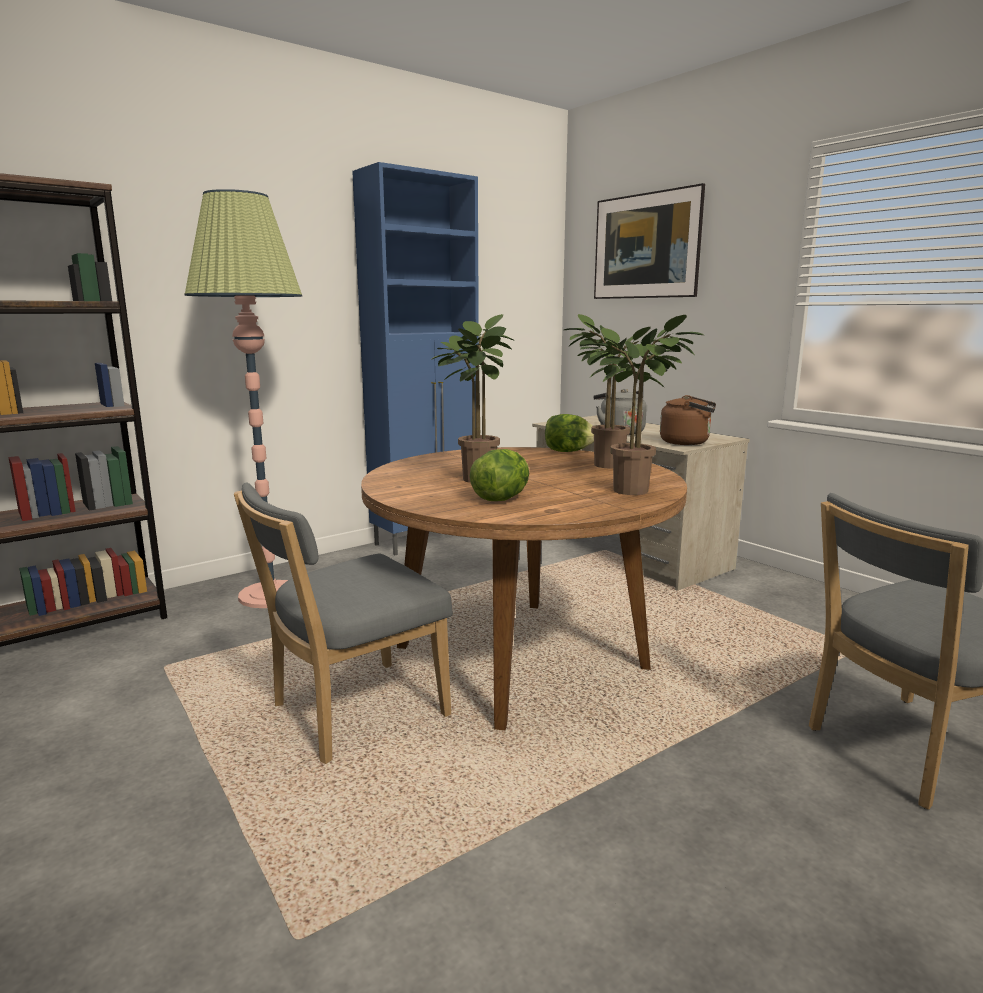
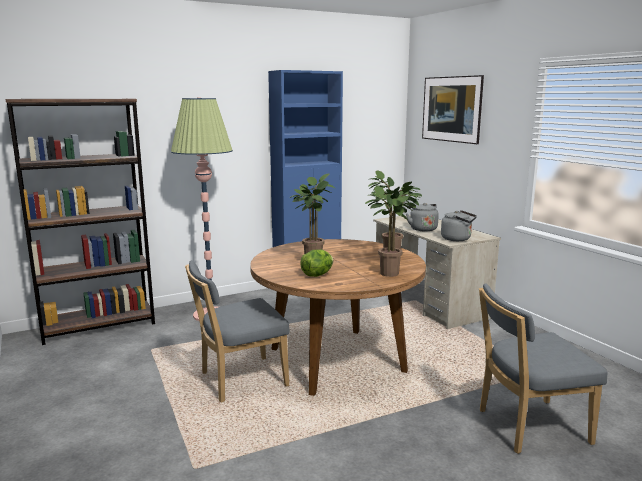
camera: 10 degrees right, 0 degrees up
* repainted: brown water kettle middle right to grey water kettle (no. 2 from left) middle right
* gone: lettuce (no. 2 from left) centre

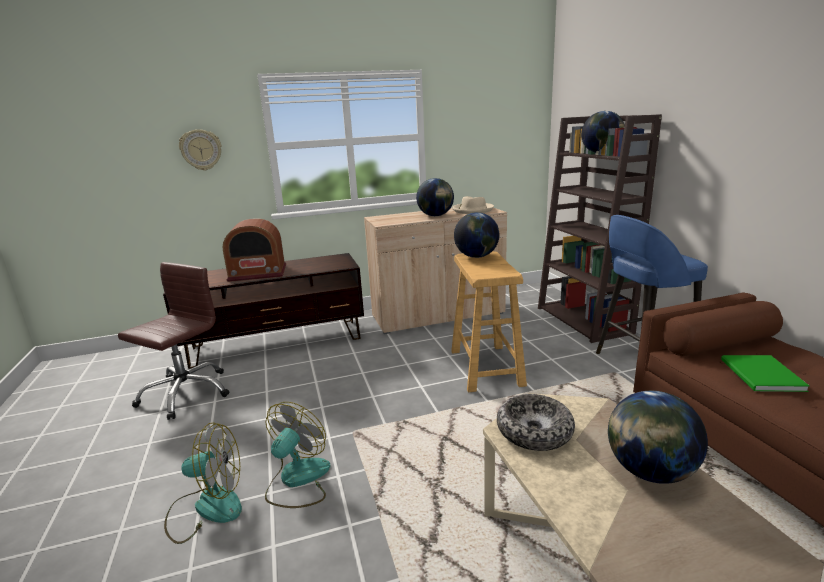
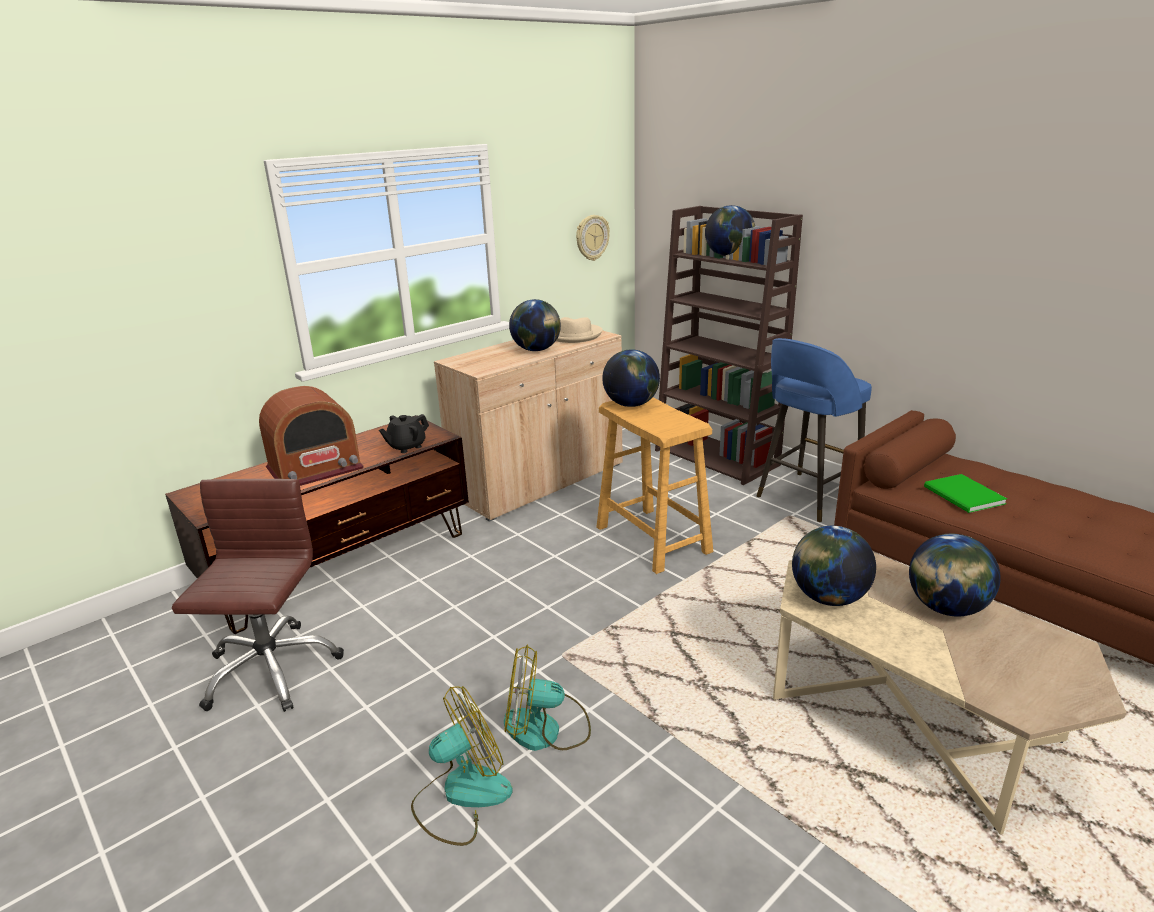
camera: 25 degrees left, 5 degrees up
* new: black-coloured teapot centre
* rotated: electric fan (no. 2 from left) bottom centre = bottom centre 90 degrees counterclockwise
* shifted: clock on the wall top left to top centre
* swapped: deep dish bottom centre to globe (no. 4 from left) middle right

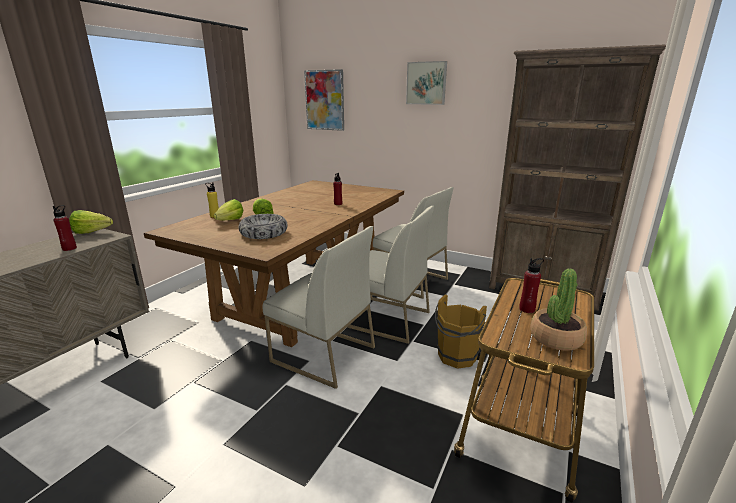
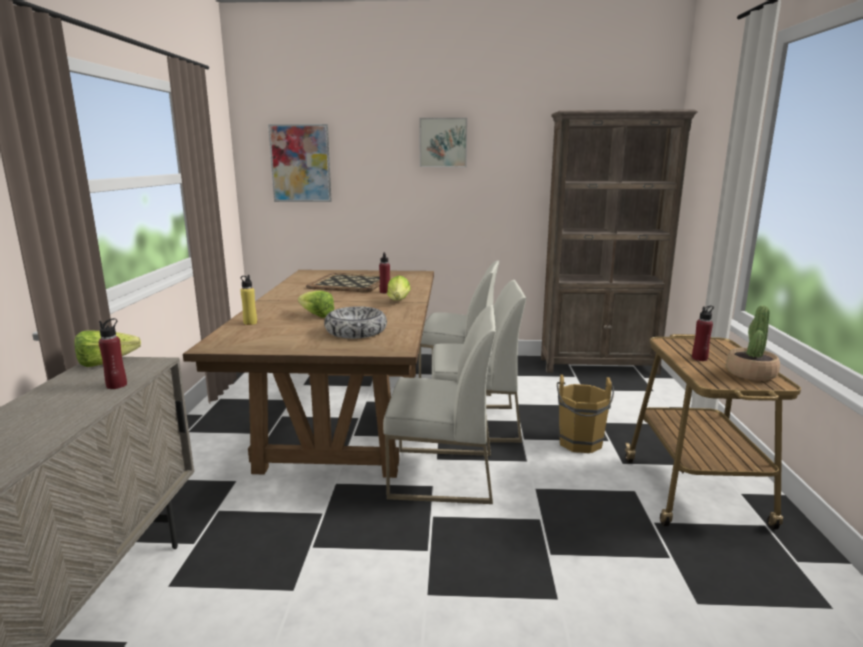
camera: 25 degrees left, 5 degrees down
* new: serving tray centre
* shifted: lettuce (no. 2 from left in the first image) middle left to lettuce (no. 3 from left) centre

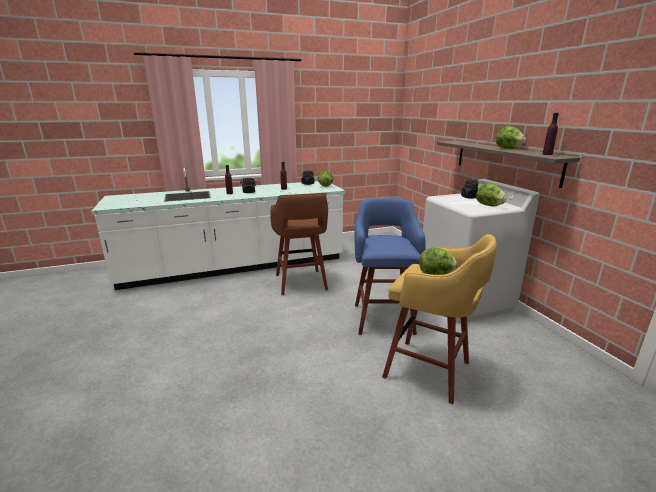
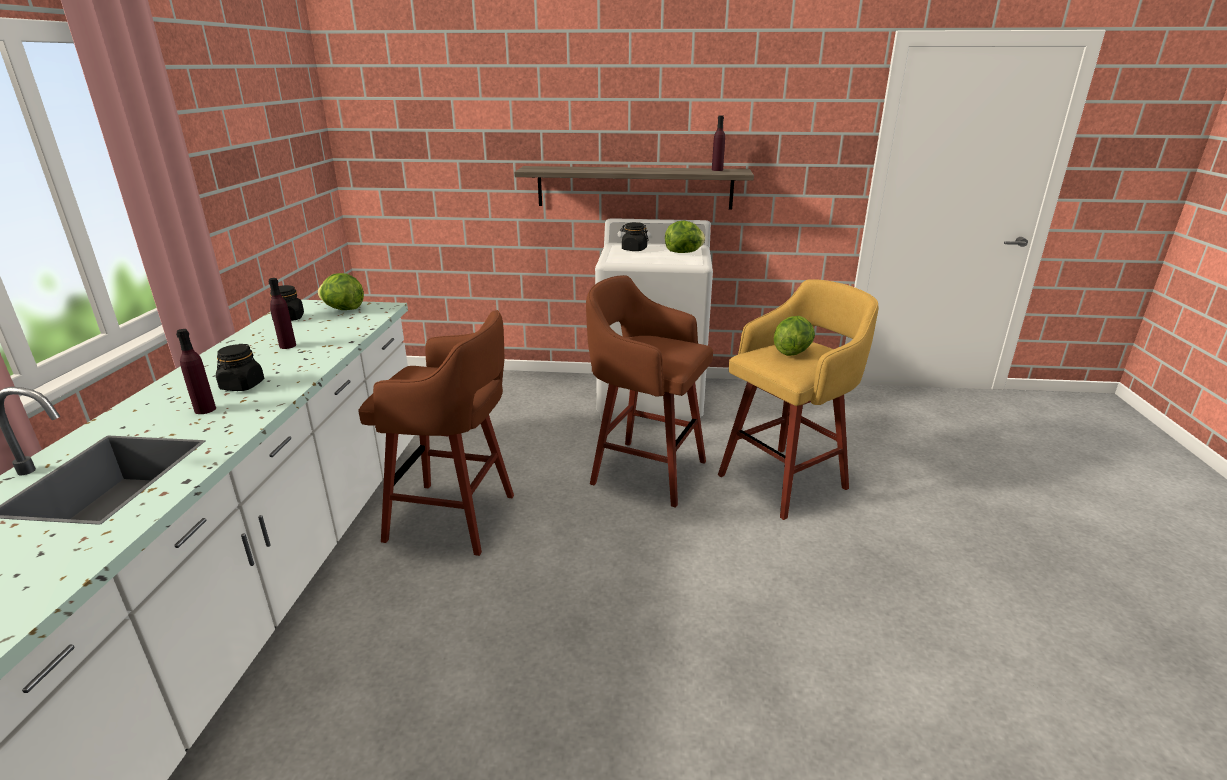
camera: 65 degrees left, 5 degrees up
* repainted: bluish stool centre to brown stool (no. 2 from left) centre
* gone: lettuce (no. 4 from left) top right

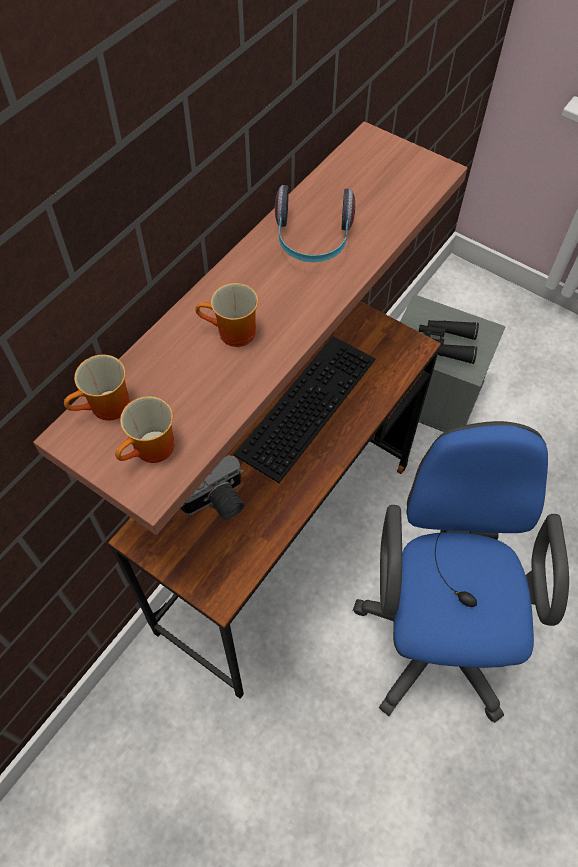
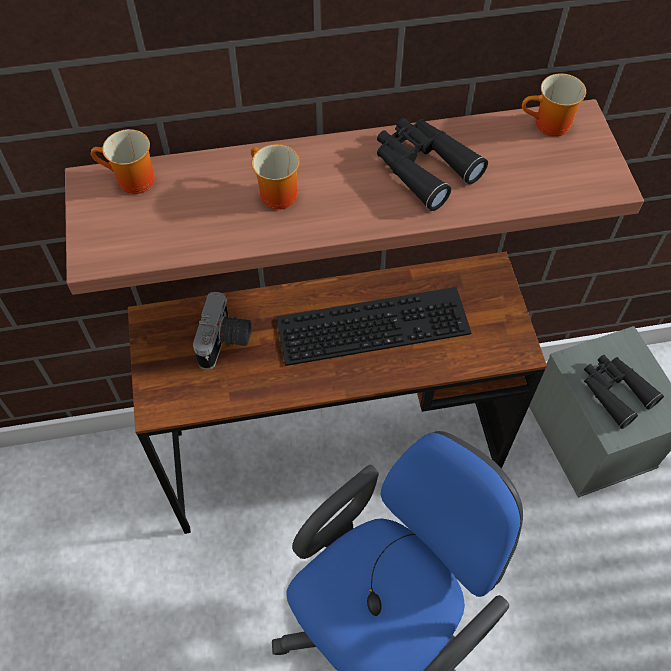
camera: 45 degrees right, 0 degrees up
* rotated: photo camera centre = middle left 90 degrees counterclockwise
* swapped: headset top centre to black-coloured binoculars (no. 1 from left) top centre
* shifted: coffee mug (no. 2 from left in the first image) middle left to coffee mug (no. 3 from left) top right

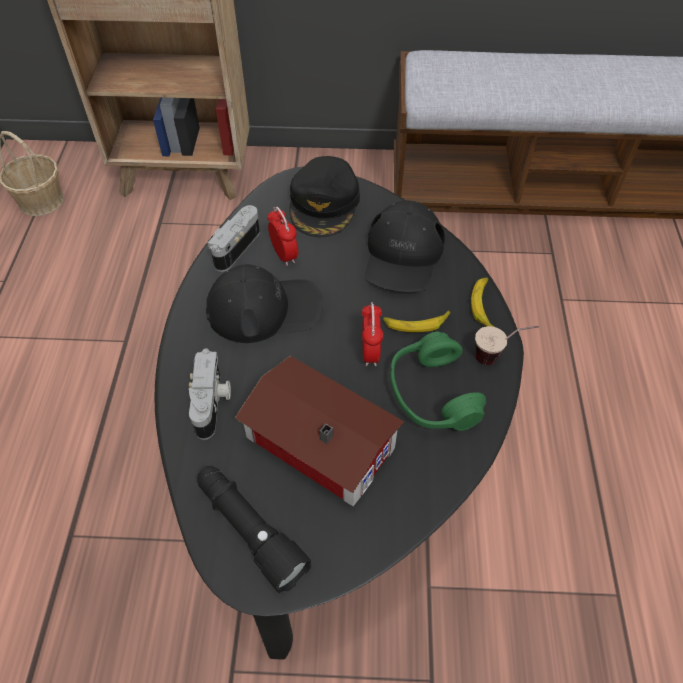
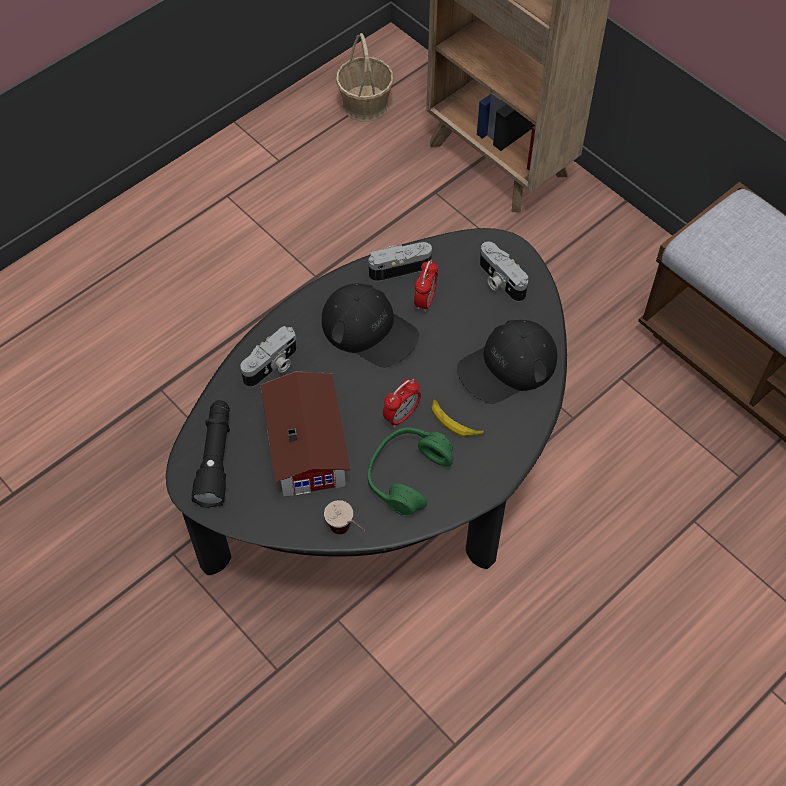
camera: 45 degrees right, 5 degrees up
* shifted: small cup middle right to centre
* swapped: black-coloured cap (no. 2 from left) top centre to photo camera (no. 3 from left) centre
* gone: banana fruit (no. 2 from left) middle right

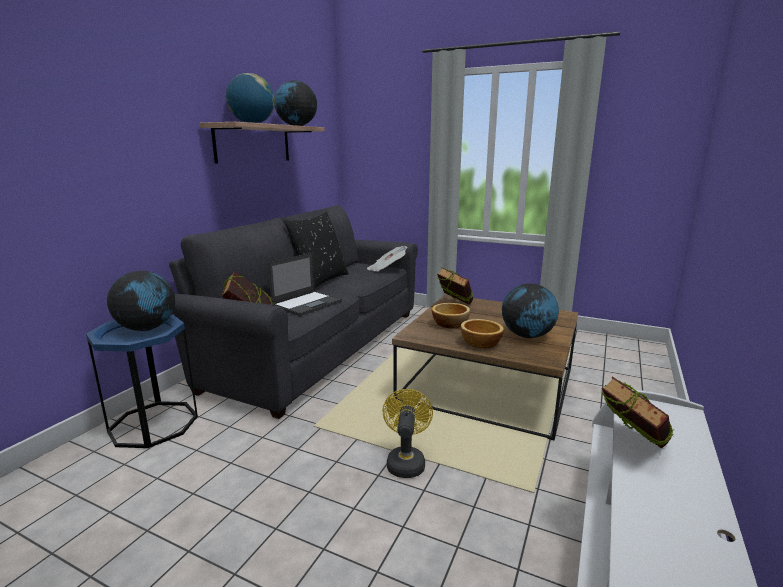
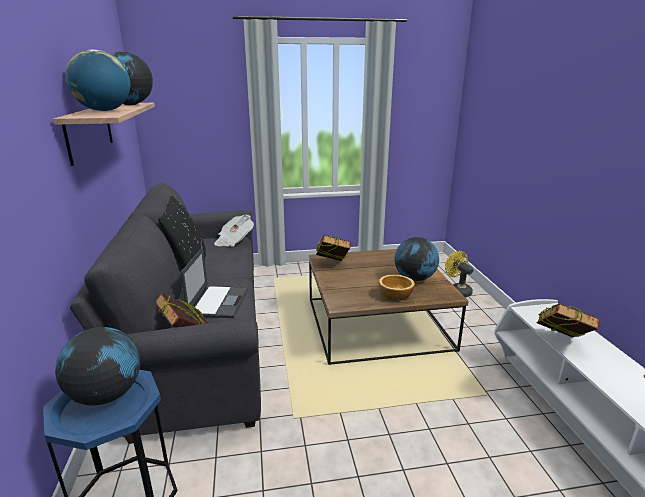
camera: 35 degrees left, 5 degrees up
* shifted: yellow-coloured electric fan bottom centre to middle right
* gone: deep dish (no. 1 from left) centre

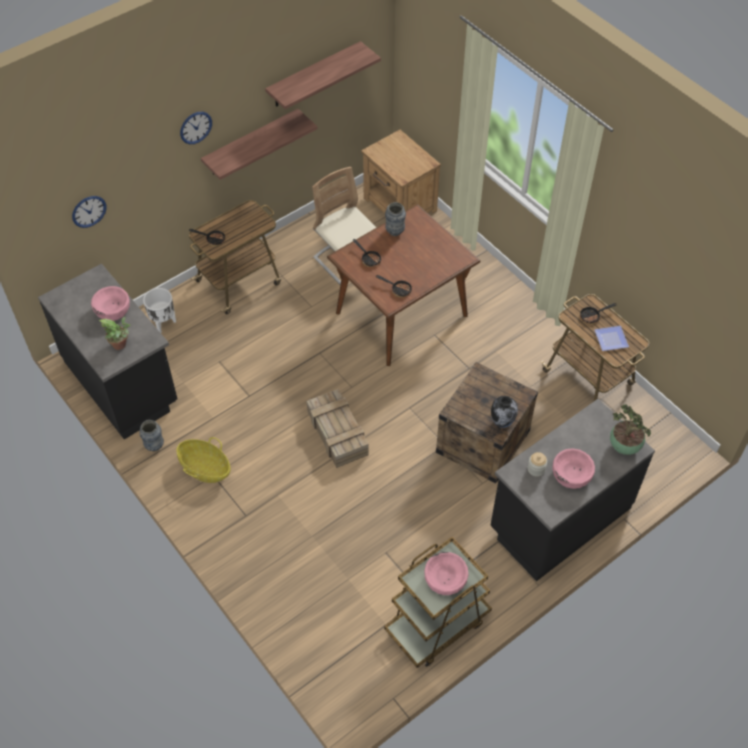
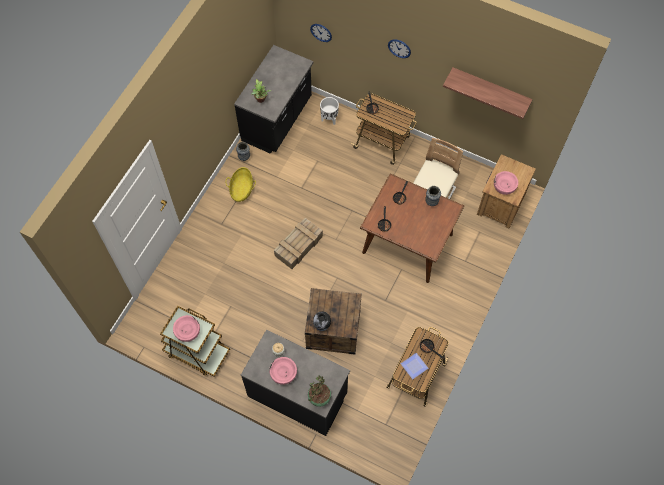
camera: 65 degrees right, 10 degrees up
* shifted: pink-coloured deep dish (no. 1 from left in the first image) middle left to pink-coloured deep dish (no. 3 from left) middle right
* gone: shelf (no. 1 from left) top centre

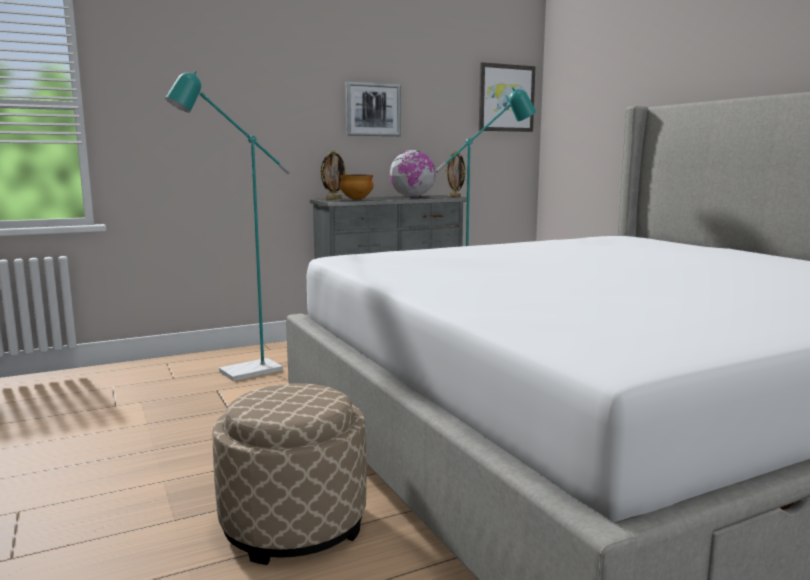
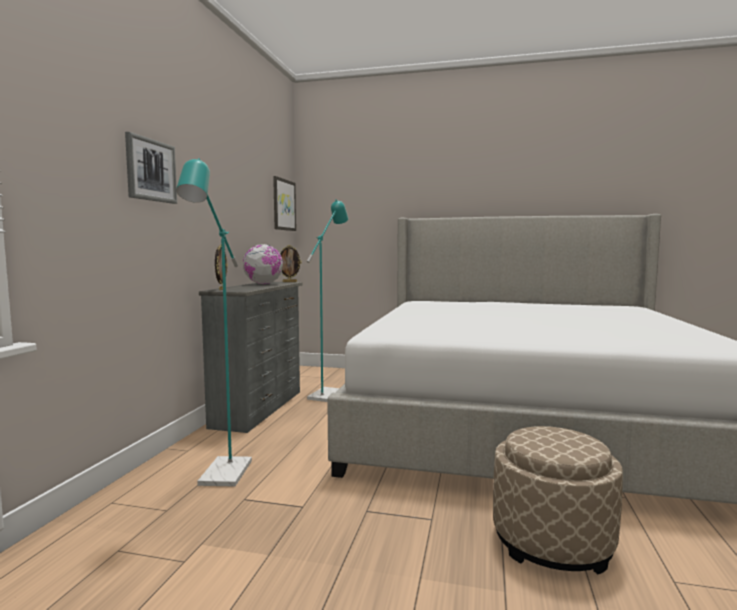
camera: 50 degrees left, 5 degrees down
* shifted: picture (no. 1 from left) top centre to top left
* gone: deep dish top centre

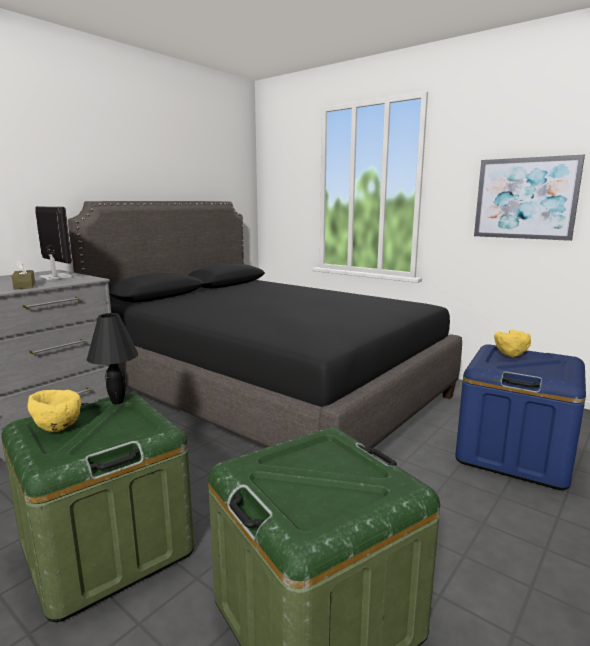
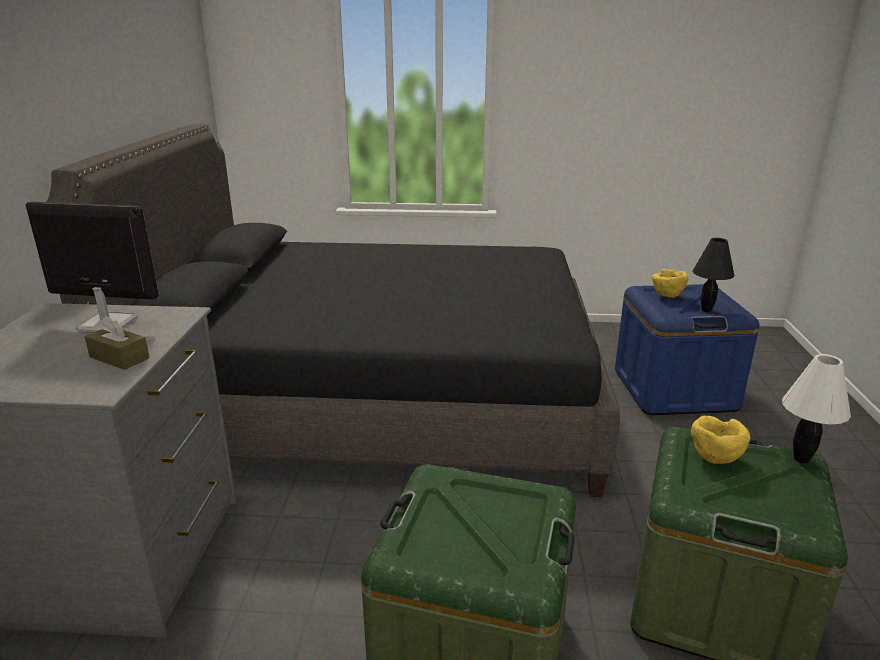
camera: 35 degrees left, 10 degrees up
* shifted: yellow-coloured deep dish (no. 1 from left in the first image) middle left to yellow-coloured deep dish (no. 2 from left) bottom right
* shifted: black-coloured table lamp middle left to middle right
* new: white table lamp middle right
* gone: picture top right

